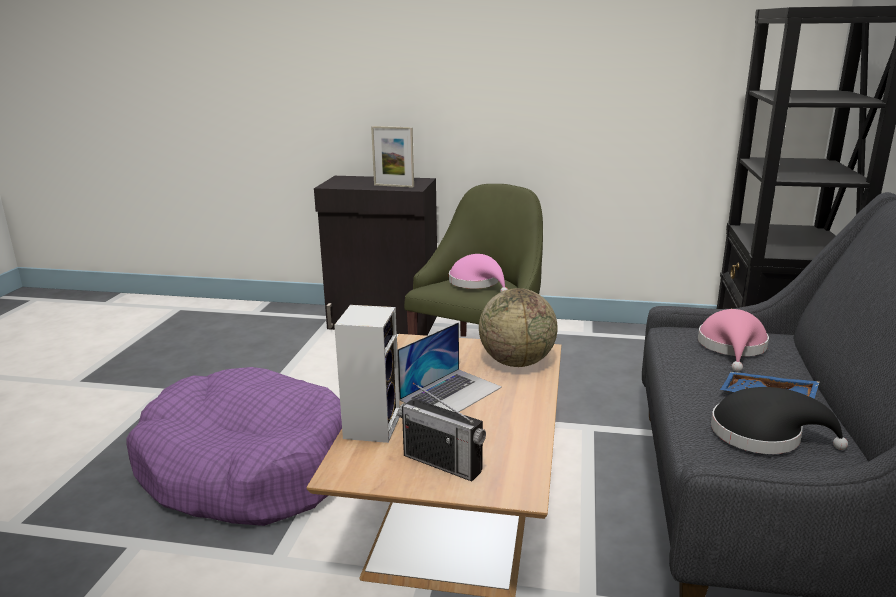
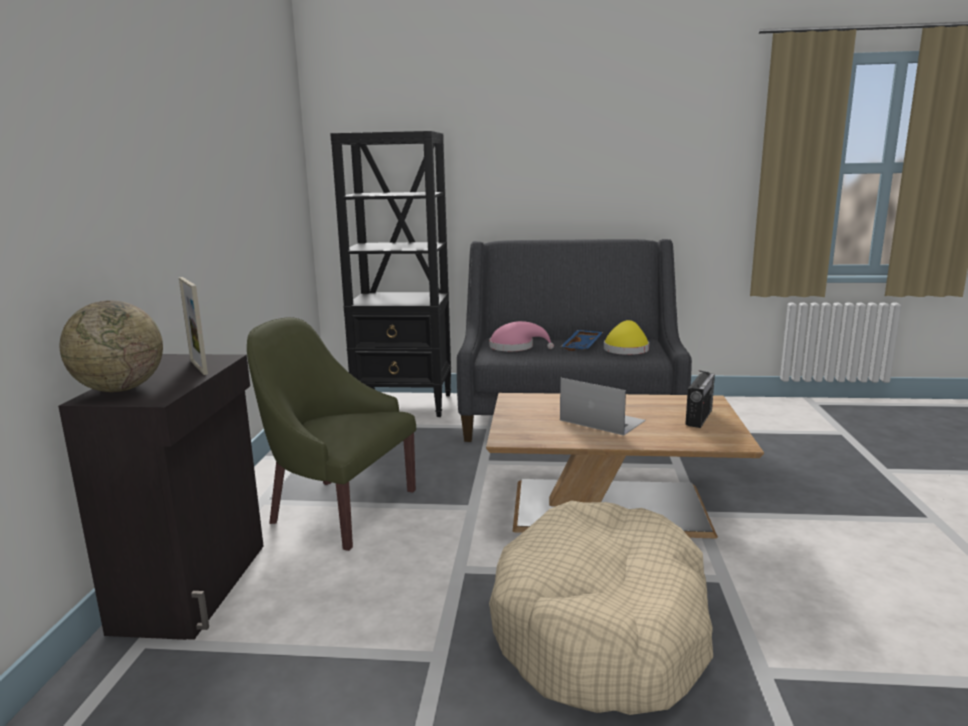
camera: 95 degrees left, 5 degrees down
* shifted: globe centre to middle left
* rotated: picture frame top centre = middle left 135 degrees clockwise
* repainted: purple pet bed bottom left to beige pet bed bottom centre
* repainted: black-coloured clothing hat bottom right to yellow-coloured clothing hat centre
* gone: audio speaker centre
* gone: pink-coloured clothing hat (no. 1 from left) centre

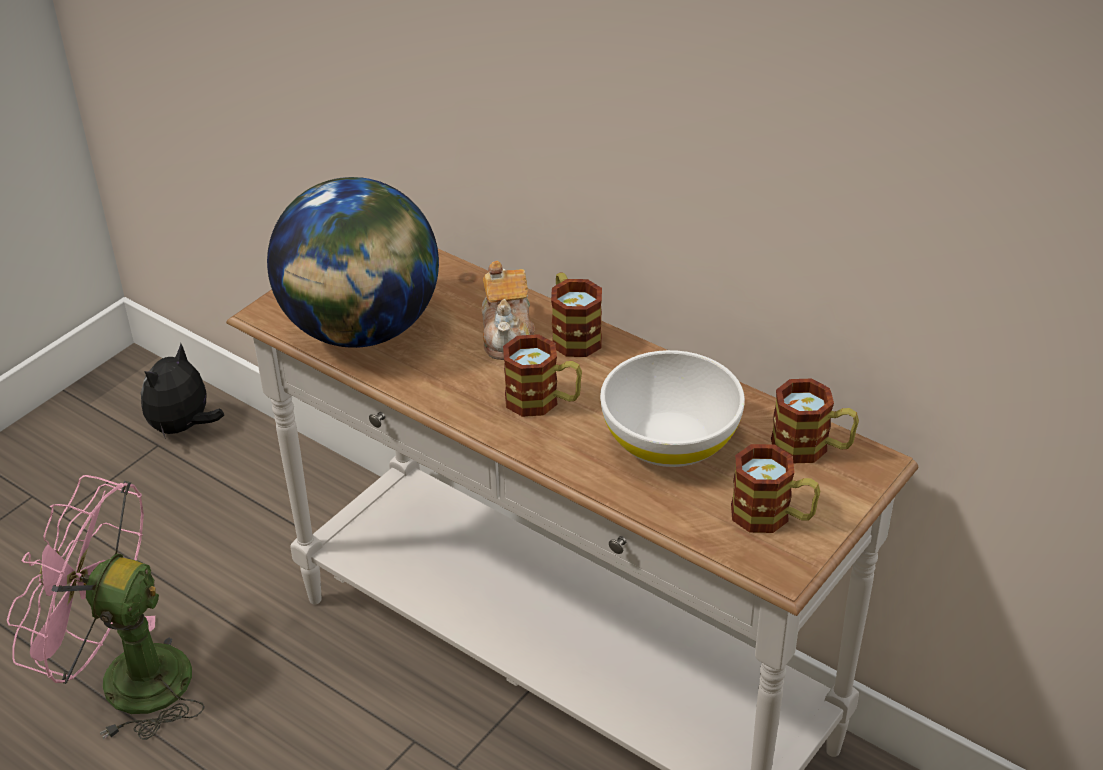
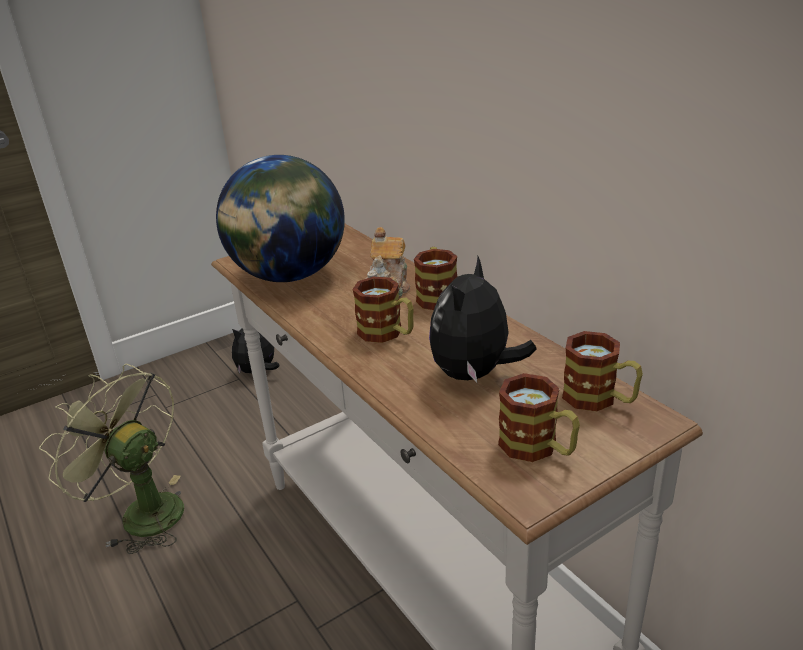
camera: 20 degrees right, 10 degrees down
* repainted: pink-coloured electric fan bottom left to green electric fan bottom left
* swapped: white deep dish centre to soft toy (no. 2 from left) centre

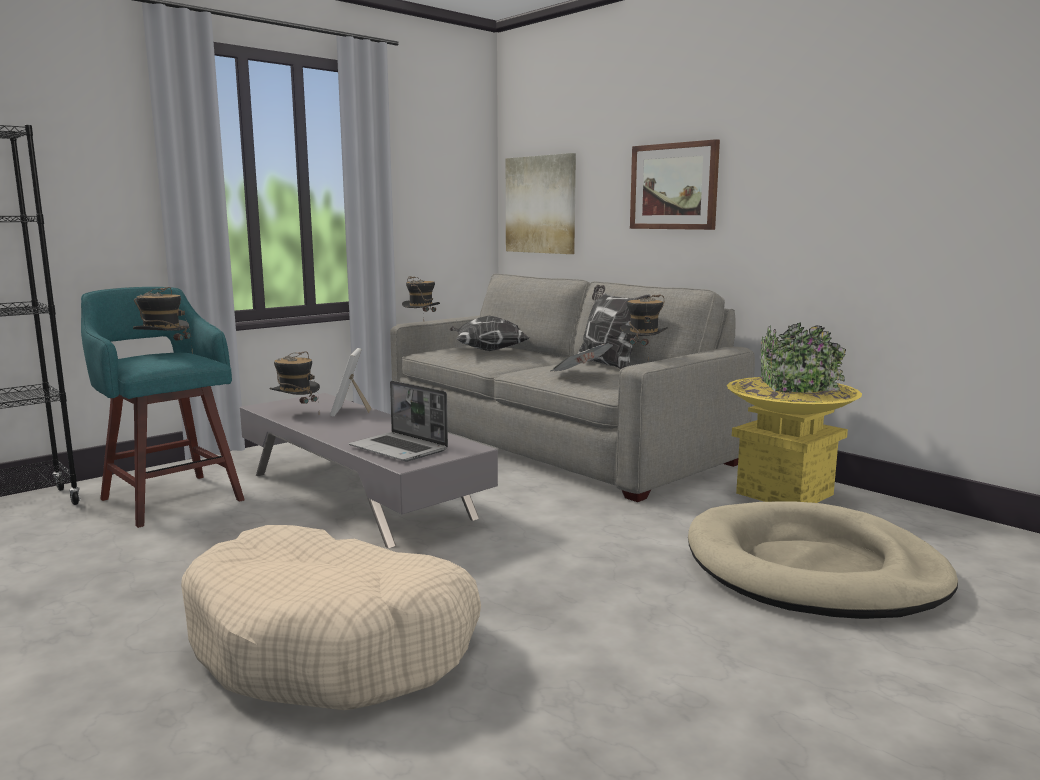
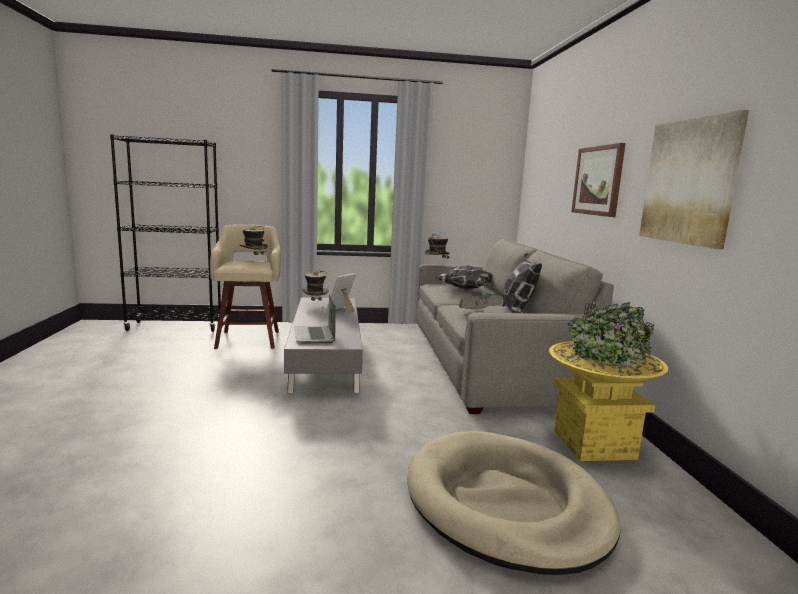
camera: 35 degrees right, 0 degrees up
* repainted: blue-green stool middle left to beige stool middle left
* shifted: picture (no. 1 from left in the first image) top centre to picture (no. 2 from left) top right
* gone: beige pet bed (no. 1 from left) bottom left
* gone: clothing hat (no. 4 from left) centre

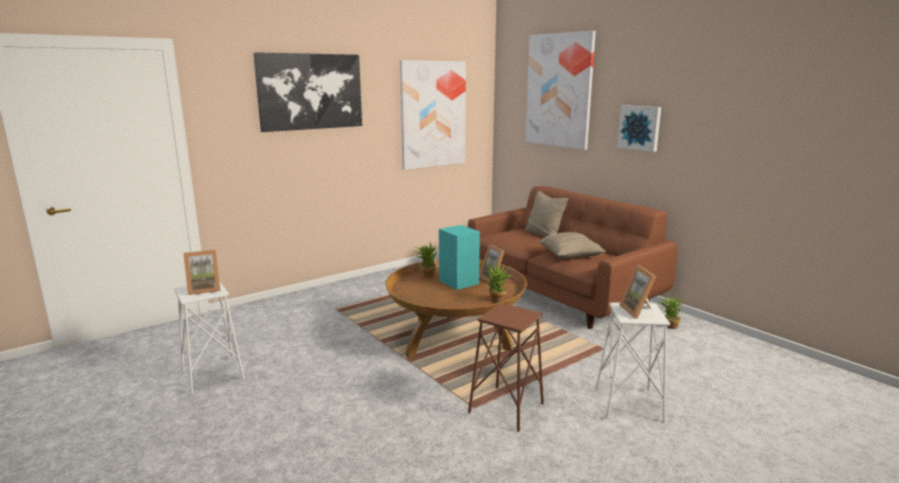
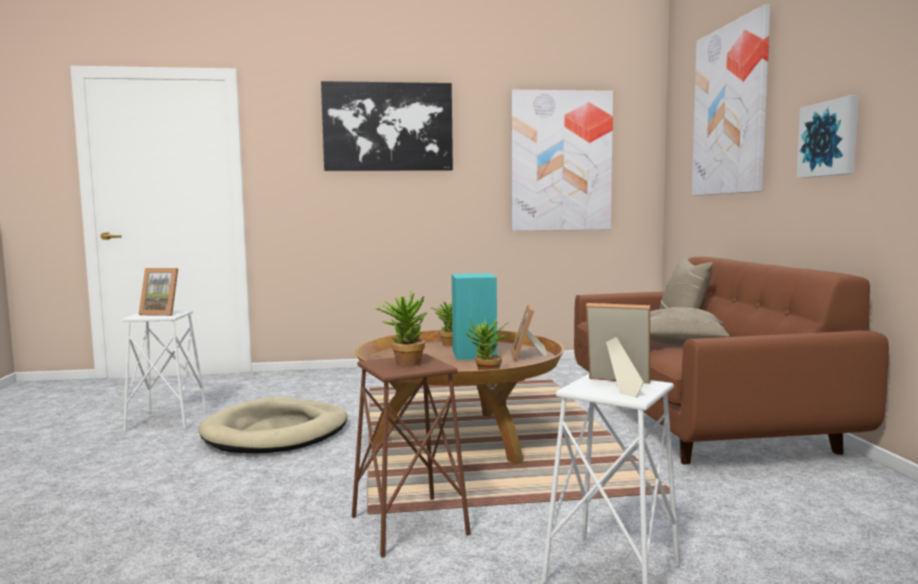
camera: 30 degrees right, 10 degrees down
* new: beige pet bed bottom left
* shifted: houseplant (no. 3 from left in the first image) middle right to houseplant (no. 1 from left) centre
* rotated: picture frame (no. 3 from left) middle right = middle right 90 degrees clockwise

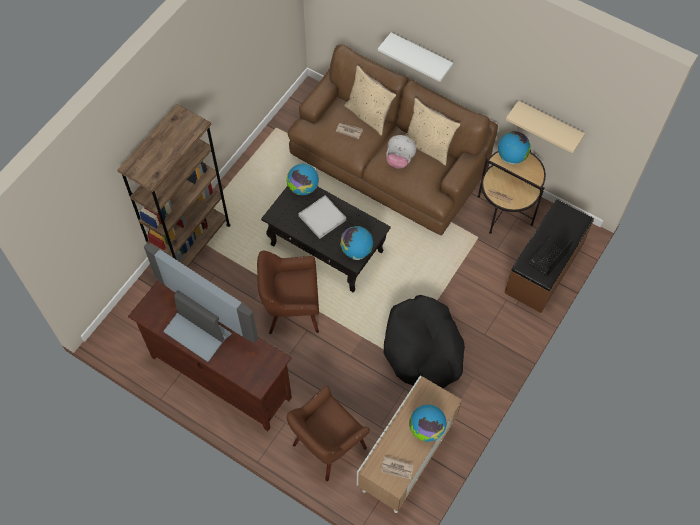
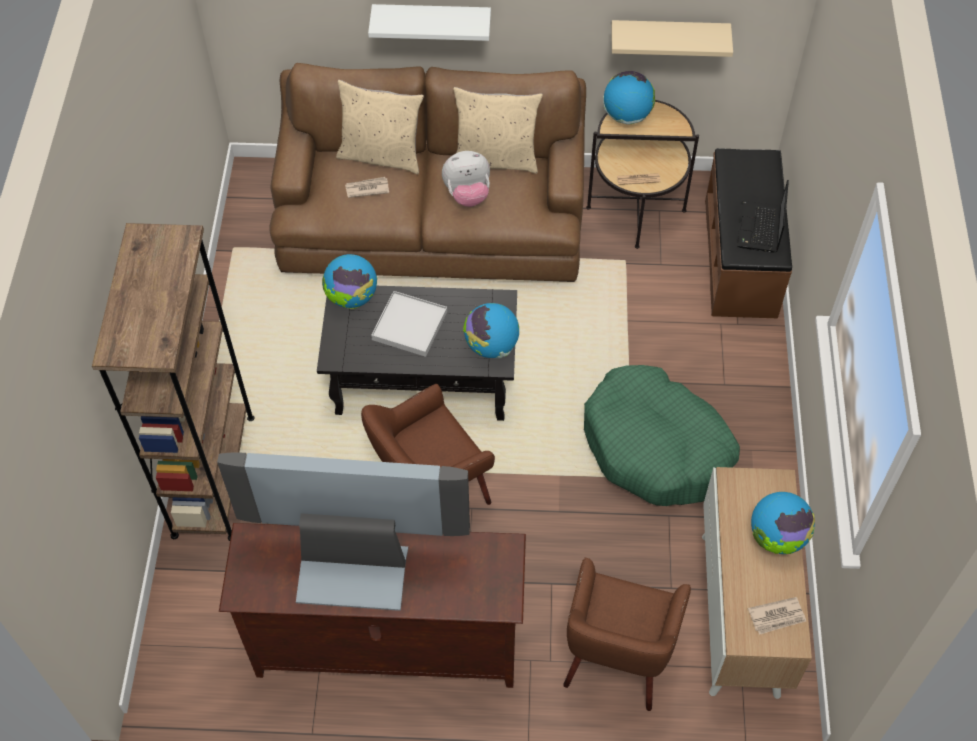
camera: 30 degrees left, 5 degrees down
* repainted: black-coloured pet bed centre to green pet bed middle right

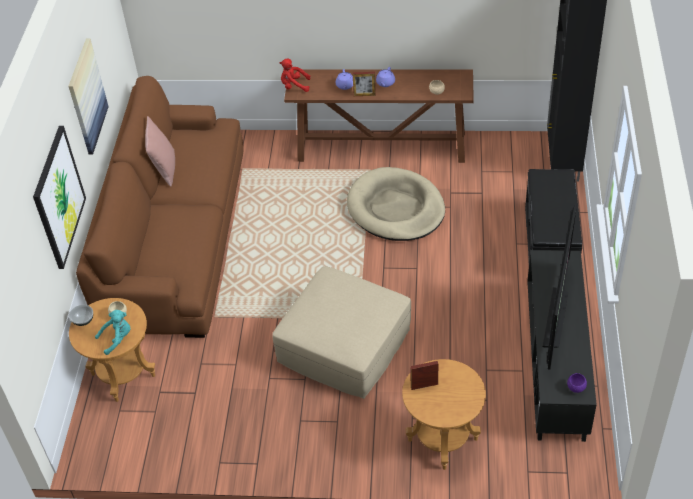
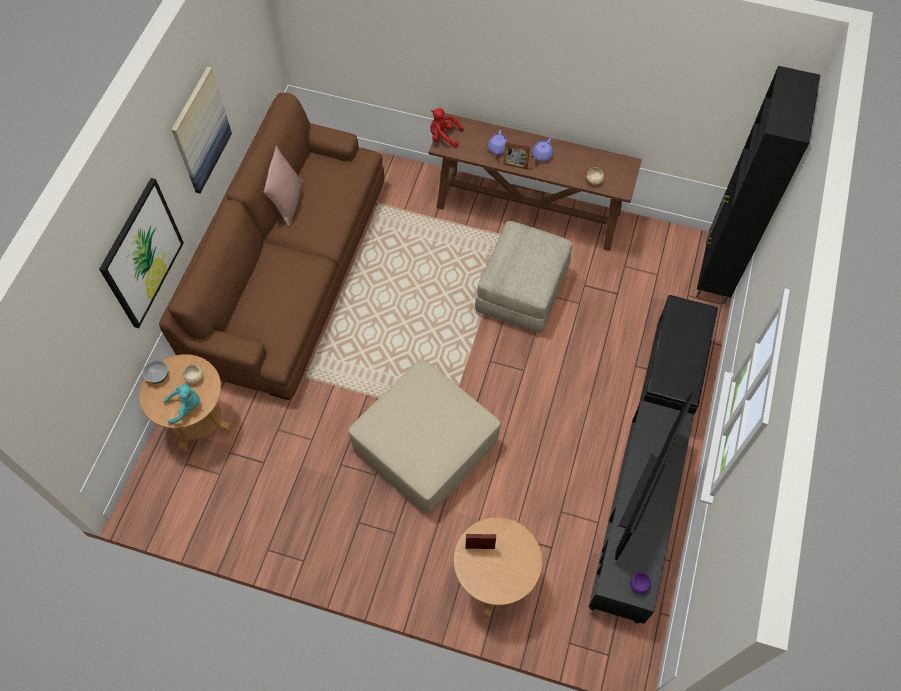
camera: 10 degrees right, 15 degrees up
* swapped: beige pet bed centre to beige footrest (no. 2 from left) centre

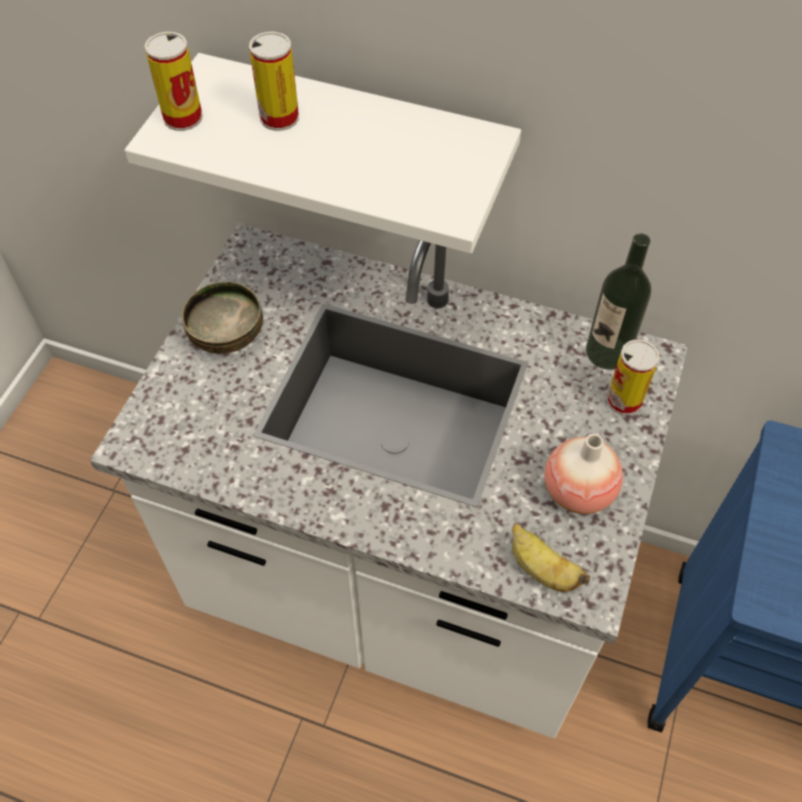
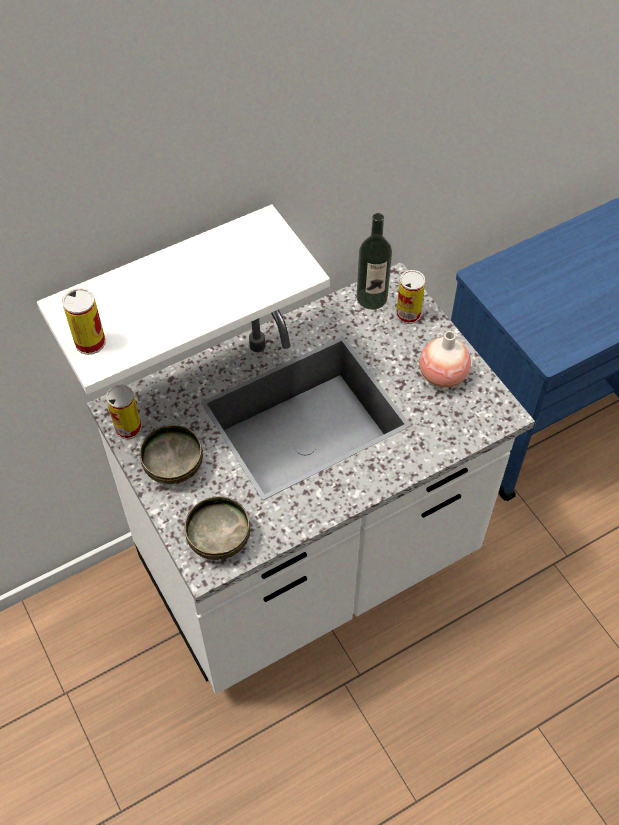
camera: 50 degrees left, 0 degrees up
* shifted: can (no. 2 from left) top centre to middle left
* new: deep dish (no. 2 from left) centre
* gone: banana fruit bottom right

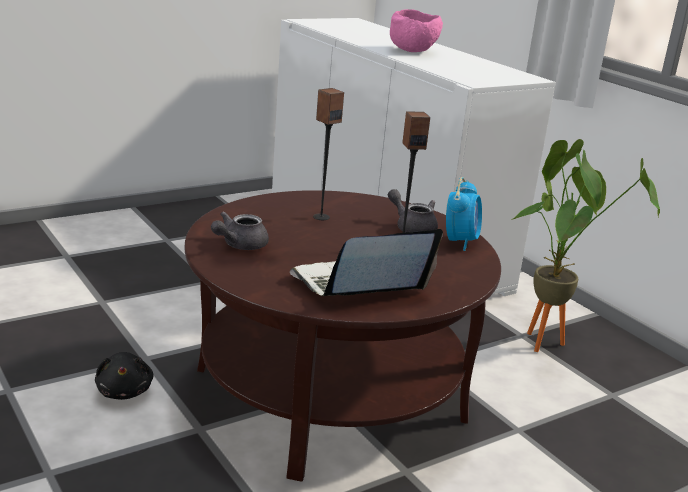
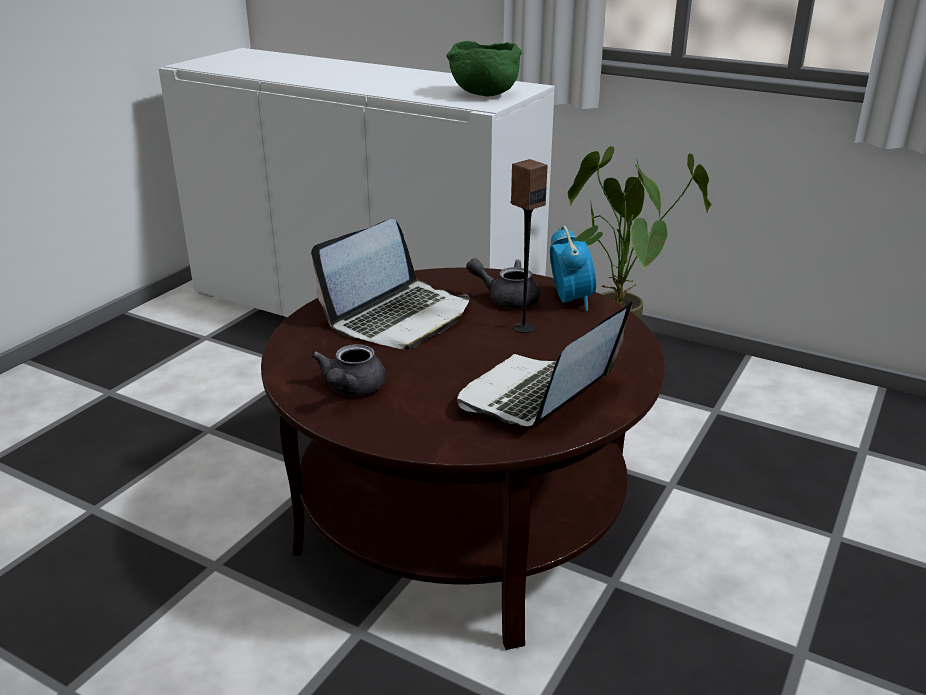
camera: 25 degrees left, 5 degrees up
* swapped: audio speaker (no. 1 from left) top centre to notebook computer (no. 1 from left) centre
* new: green deep dish top centre
* gone: black-coloured soft toy bottom left
* gone: pink-coloured deep dish top centre

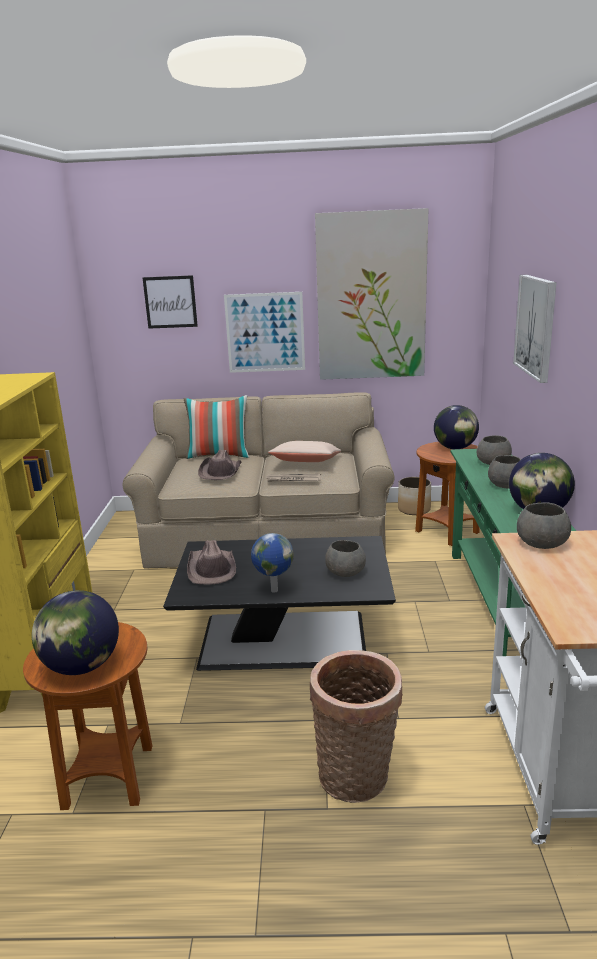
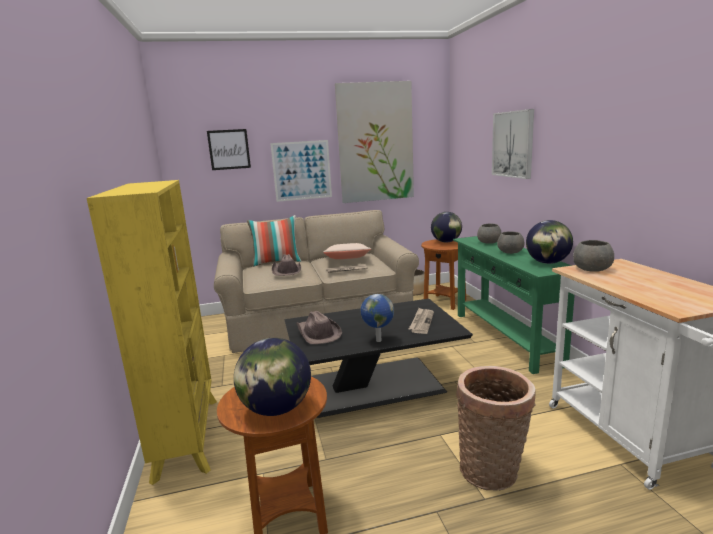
camera: 15 degrees left, 5 degrees down
* swapped: grey deep dish (no. 1 from left) centre to daily paper (no. 2 from left) centre

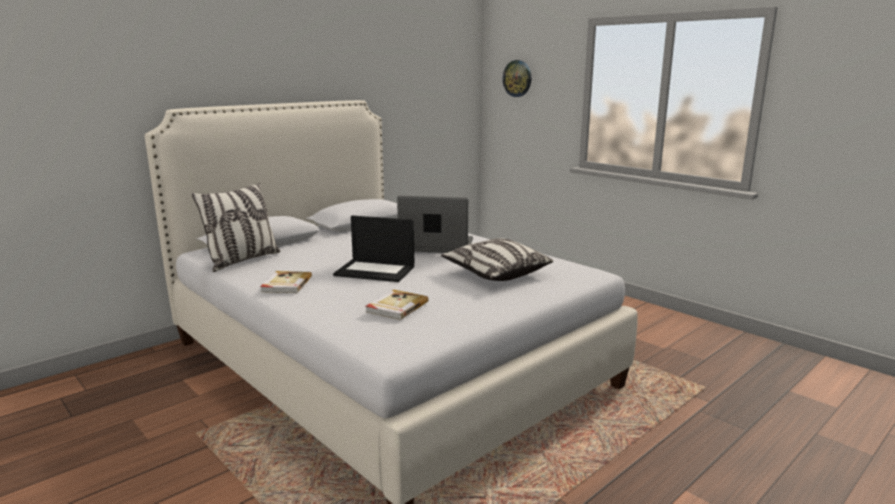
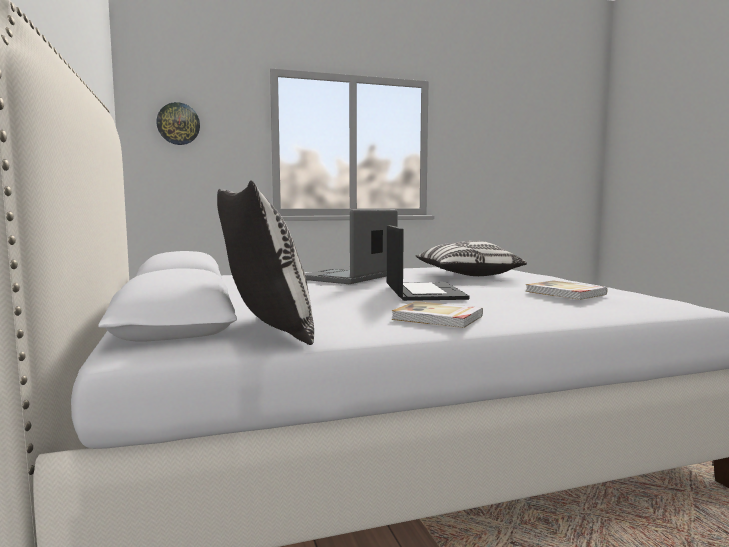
camera: 65 degrees left, 10 degrees down
* rotated: notebook computer (no. 1 from left in the first image) centre = centre 45 degrees counterclockwise

